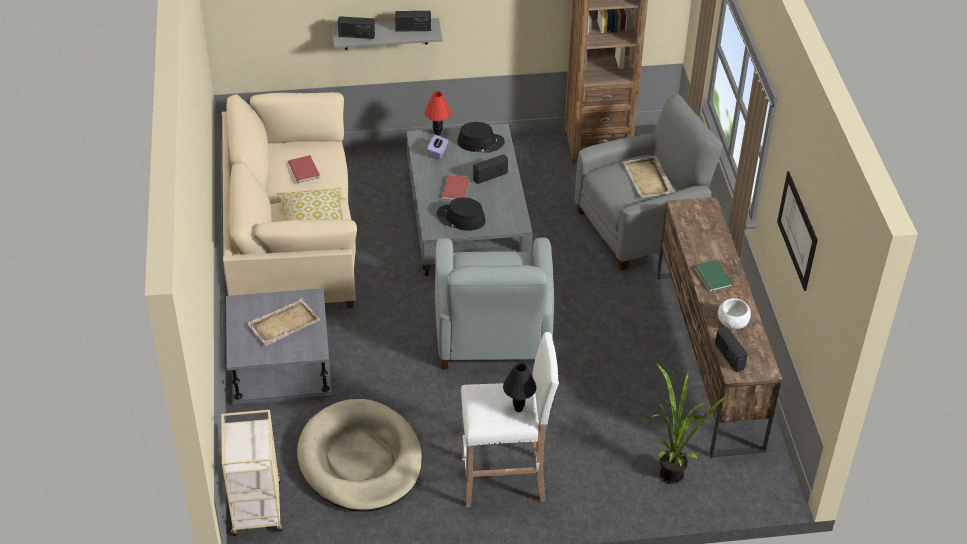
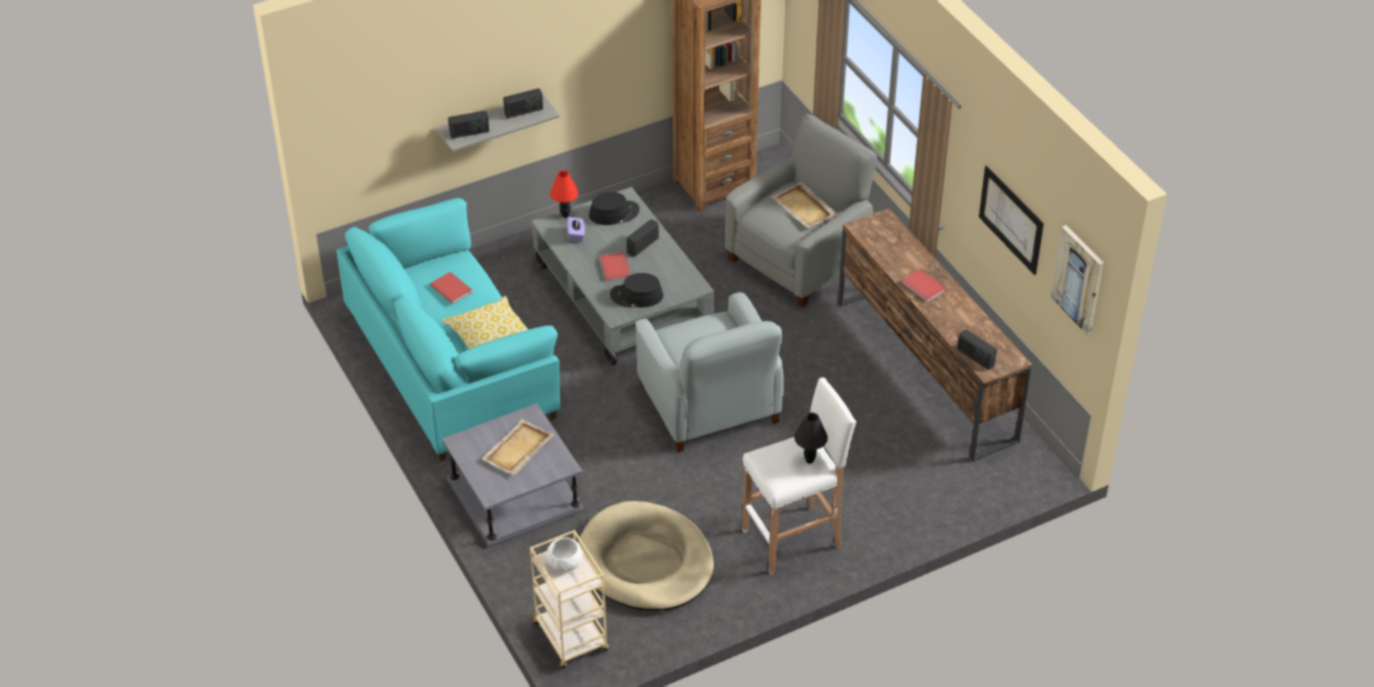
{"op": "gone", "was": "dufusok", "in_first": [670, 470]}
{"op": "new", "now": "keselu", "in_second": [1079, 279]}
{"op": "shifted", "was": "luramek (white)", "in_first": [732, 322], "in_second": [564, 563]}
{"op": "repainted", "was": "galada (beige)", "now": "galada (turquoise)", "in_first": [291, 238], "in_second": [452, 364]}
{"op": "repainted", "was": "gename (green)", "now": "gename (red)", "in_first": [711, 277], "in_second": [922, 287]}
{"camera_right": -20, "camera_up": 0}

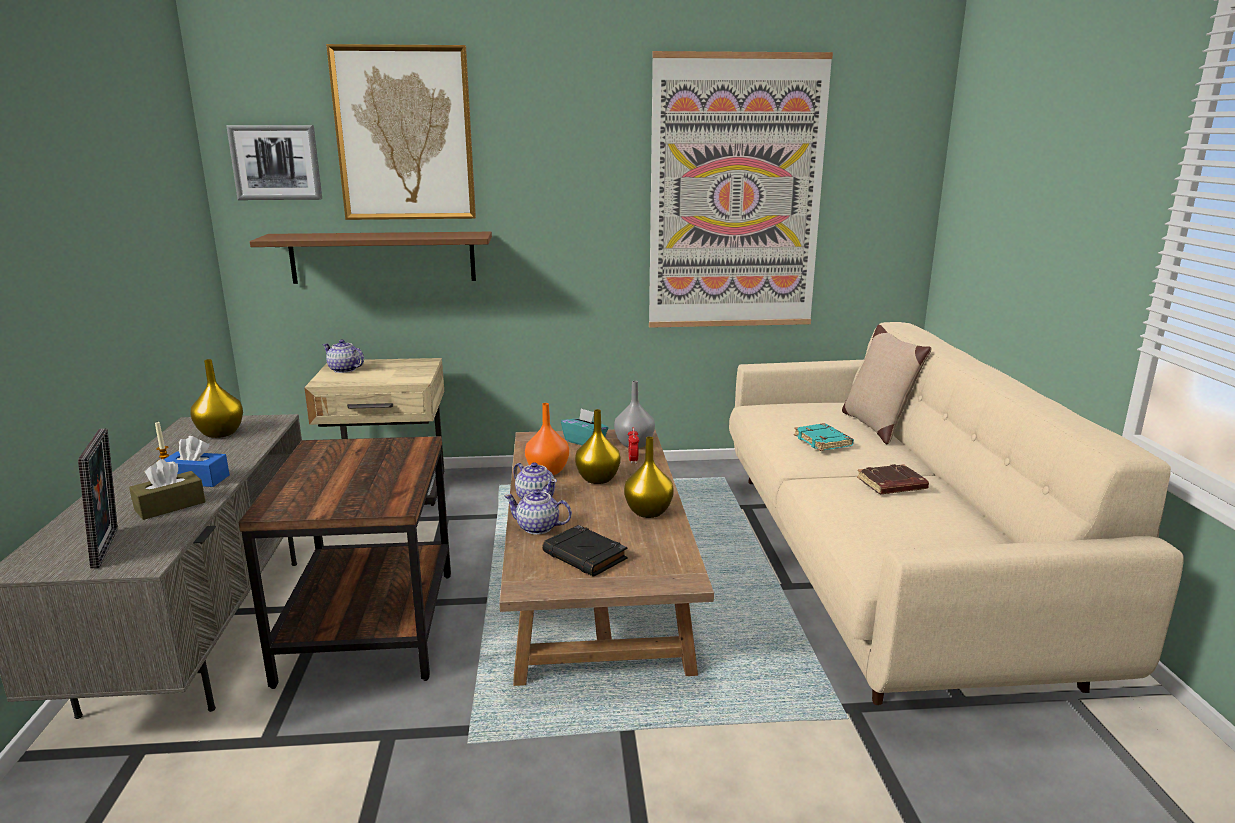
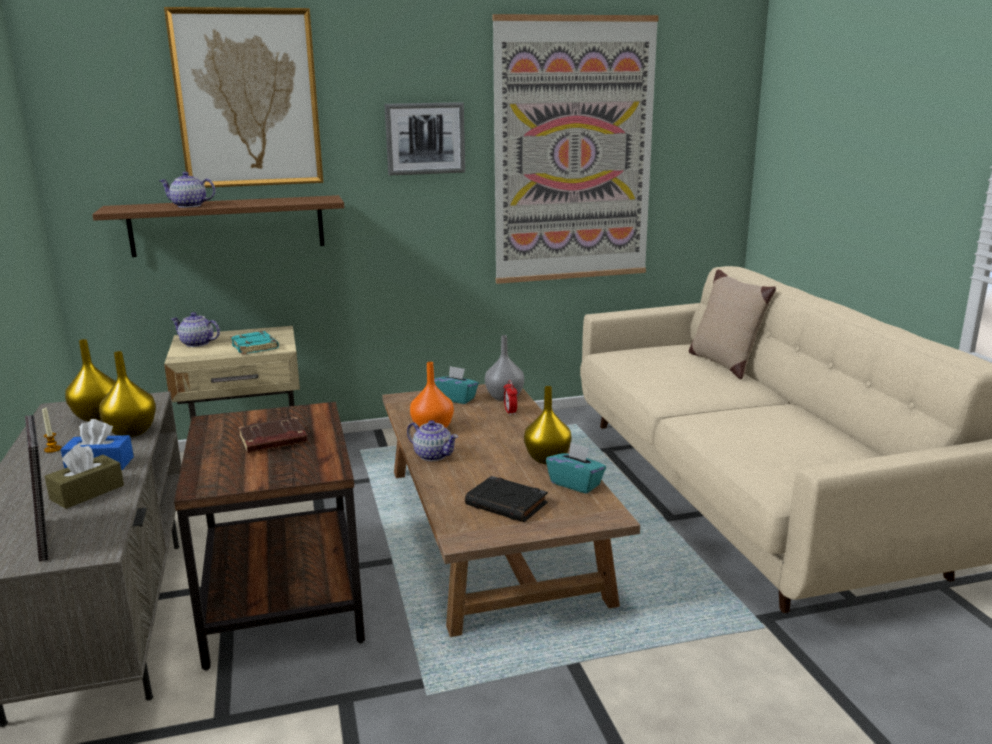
{"op": "new", "now": "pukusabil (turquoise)", "in_second": [575, 484]}
{"op": "shifted", "was": "keselu", "in_first": [276, 162], "in_second": [425, 138]}
{"op": "shifted", "was": "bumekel", "in_first": [538, 528], "in_second": [189, 206]}
{"op": "shifted", "was": "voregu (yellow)", "in_first": [597, 479], "in_second": [130, 432]}
{"op": "shifted", "was": "gename (turquoise)", "in_first": [823, 441], "in_second": [255, 347]}
{"op": "shifted", "was": "gename (brown)", "in_first": [891, 485], "in_second": [273, 441]}
{"camera_right": -10, "camera_up": 0}

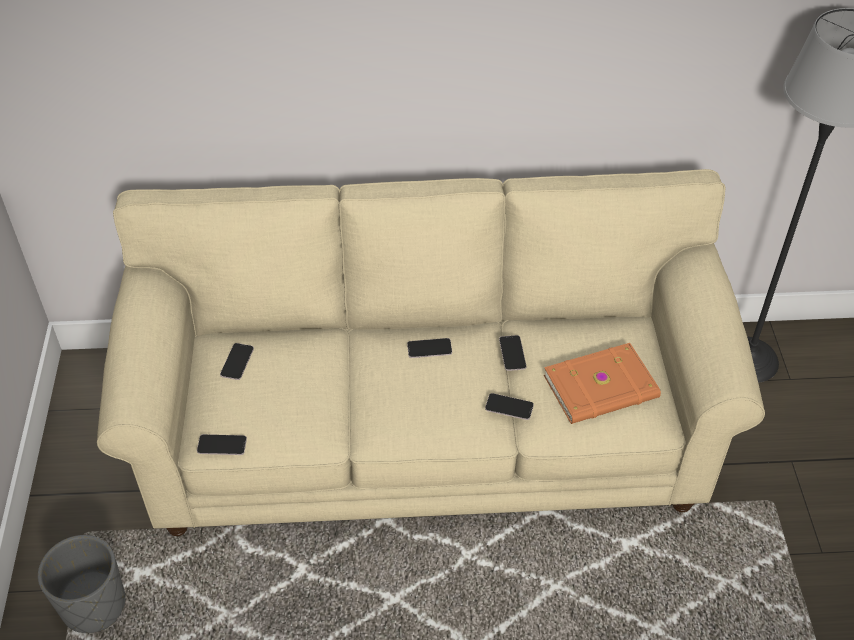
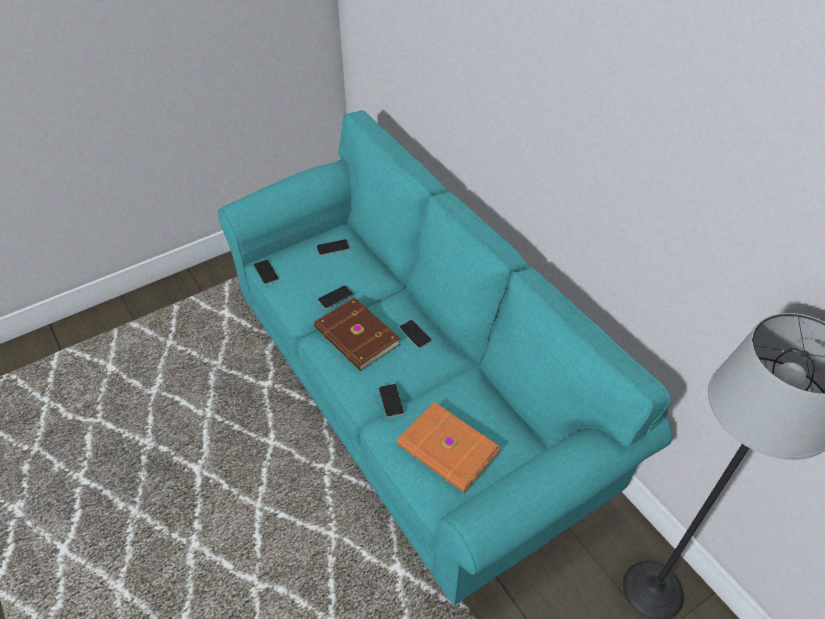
{"op": "gone", "was": "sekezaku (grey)", "in_first": [93, 605]}
{"op": "new", "now": "gename (brown)", "in_second": [356, 337]}
{"op": "shifted", "was": "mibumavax", "in_first": [512, 353], "in_second": [335, 297]}
{"op": "repainted", "was": "galada (beige)", "now": "galada (turquoise)", "in_first": [427, 433], "in_second": [413, 398]}
{"camera_right": 60, "camera_up": 0}

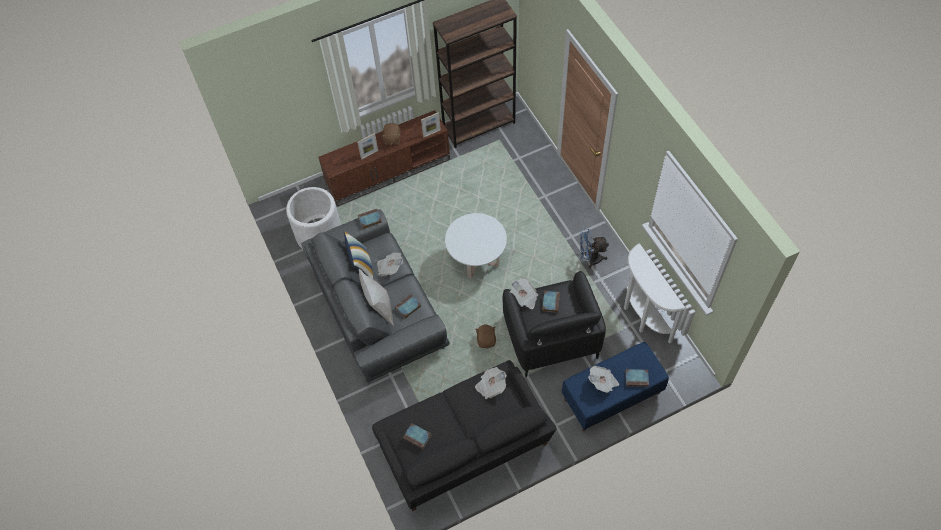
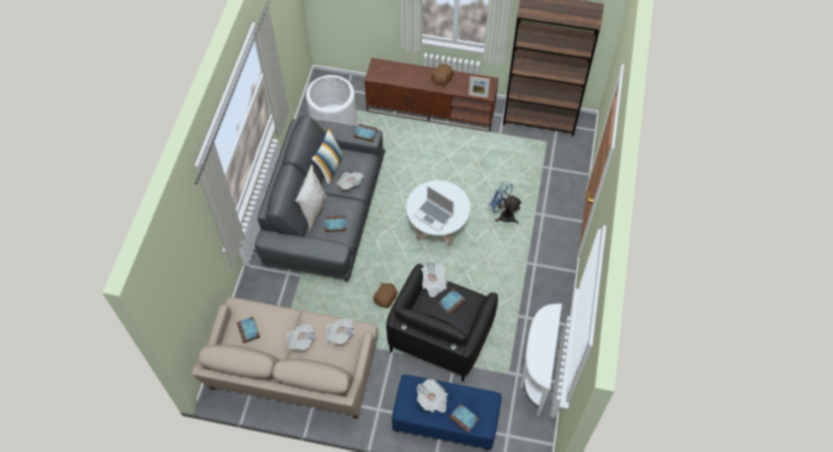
{"op": "gone", "was": "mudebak", "in_first": [369, 154]}
{"op": "new", "now": "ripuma", "in_second": [301, 340]}
{"op": "new", "now": "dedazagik", "in_second": [434, 215]}
{"op": "shifted", "was": "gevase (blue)", "in_first": [590, 259], "in_second": [503, 214]}
{"op": "repainted", "was": "galada (black)", "now": "galada (beige)", "in_first": [464, 446], "in_second": [293, 370]}
{"camera_right": 35, "camera_up": 0}

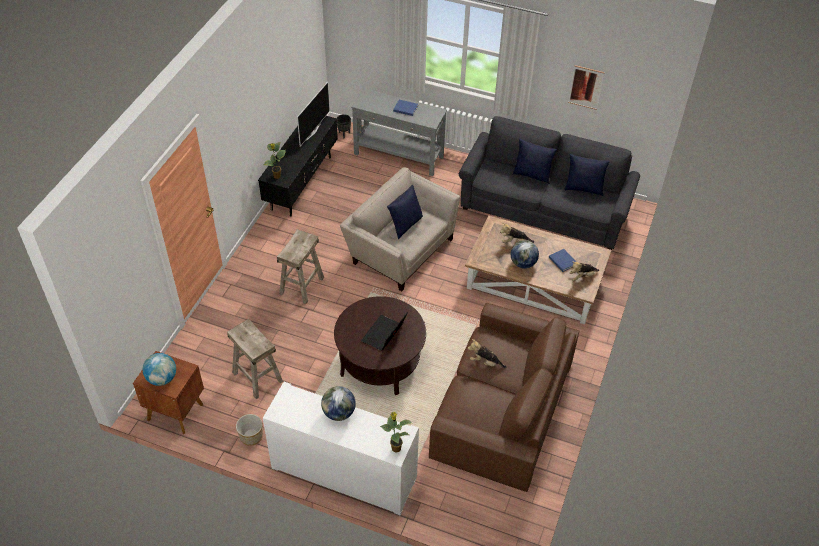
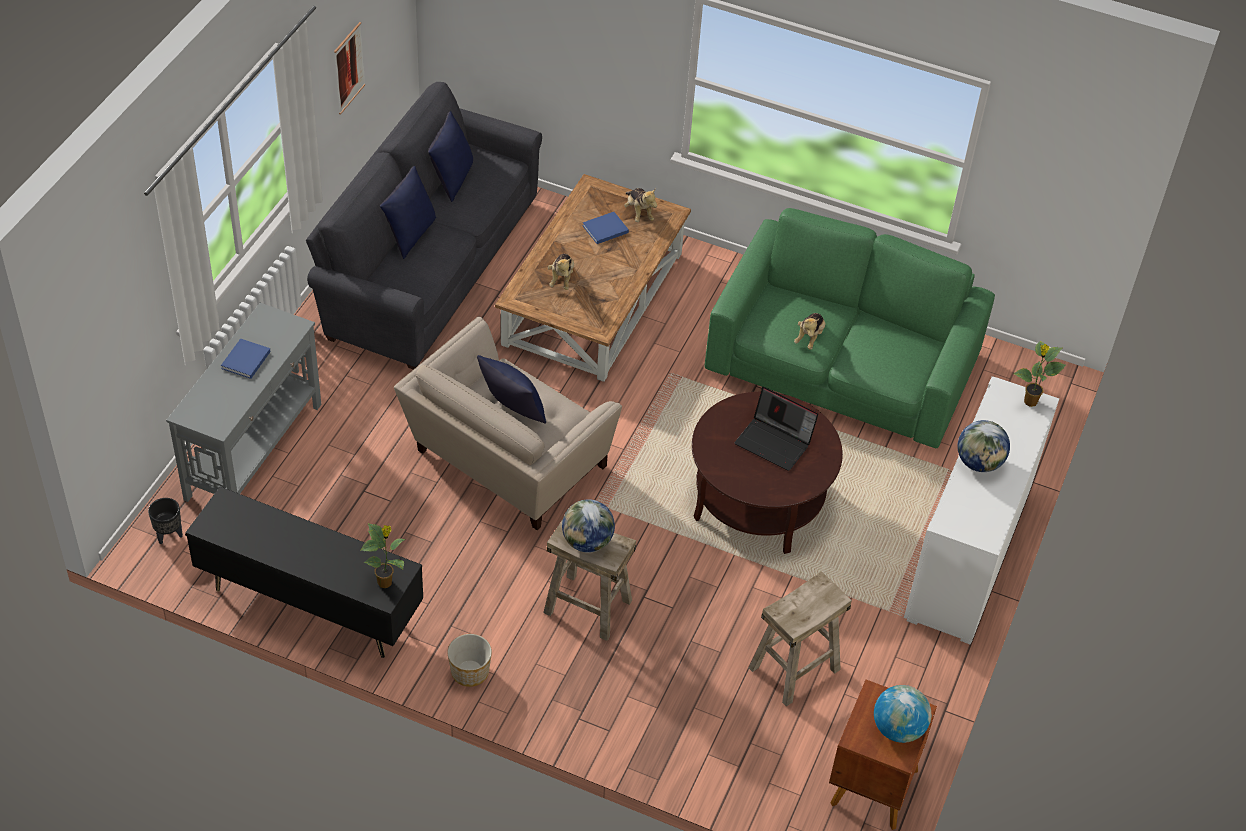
{"op": "gone", "was": "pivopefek", "in_first": [313, 131]}
{"op": "shifted", "was": "sekezaku", "in_first": [251, 436], "in_second": [470, 672]}
{"op": "shifted", "was": "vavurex", "in_first": [523, 263], "in_second": [587, 542]}
{"op": "repainted", "was": "galada (brown)", "now": "galada (green)", "in_first": [501, 409], "in_second": [842, 364]}
{"camera_right": -90, "camera_up": 0}

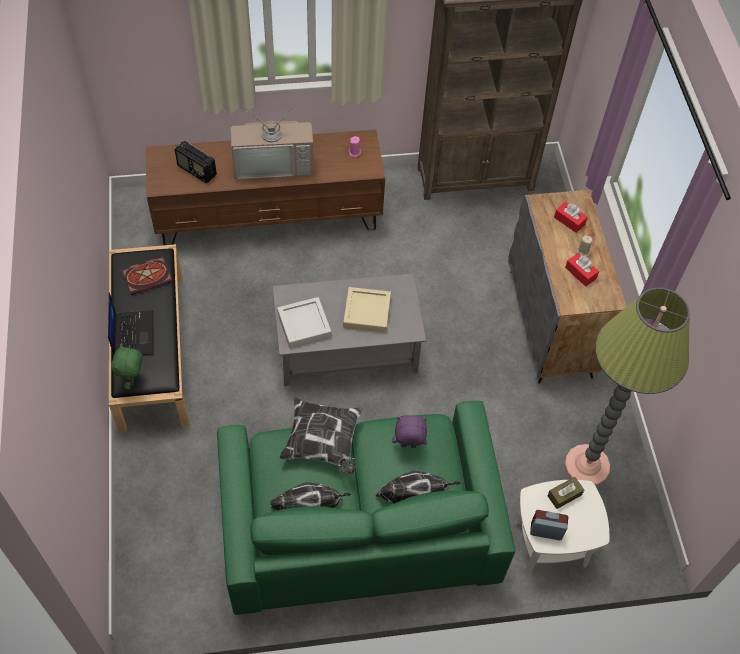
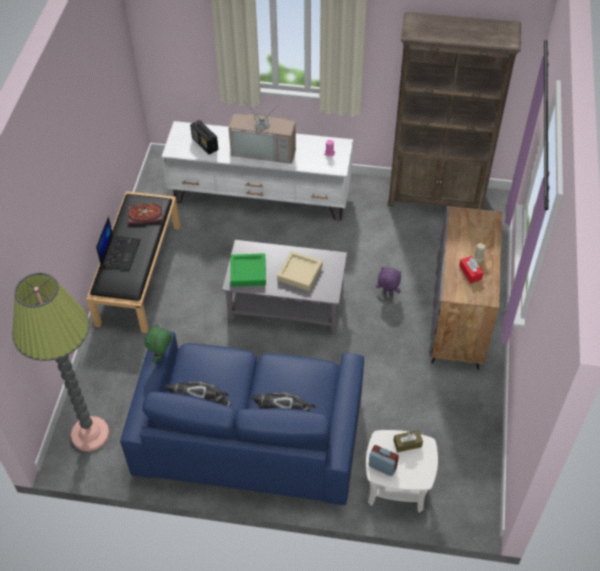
{"op": "gone", "was": "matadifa", "in_first": [323, 443]}
{"op": "gone", "was": "pukusabil (red)", "in_first": [569, 221]}
{"op": "shifted", "was": "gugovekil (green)", "in_first": [133, 380], "in_second": [161, 356]}
{"op": "shifted", "was": "gugovekil (purple)", "in_first": [408, 446], "in_second": [387, 294]}
{"op": "shifted", "was": "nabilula", "in_first": [586, 466], "in_second": [90, 434]}
{"op": "repainted", "was": "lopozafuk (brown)", "now": "lopozafuk (white)", "in_first": [269, 217], "in_second": [261, 195]}
{"op": "repainted", "was": "galada (green)", "now": "galada (blue)", "in_first": [358, 522], "in_second": [249, 433]}
{"op": "repainted", "was": "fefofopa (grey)", "now": "fefofopa (green)", "in_first": [304, 325], "in_second": [248, 272]}
{"camera_right": 20, "camera_up": -5}

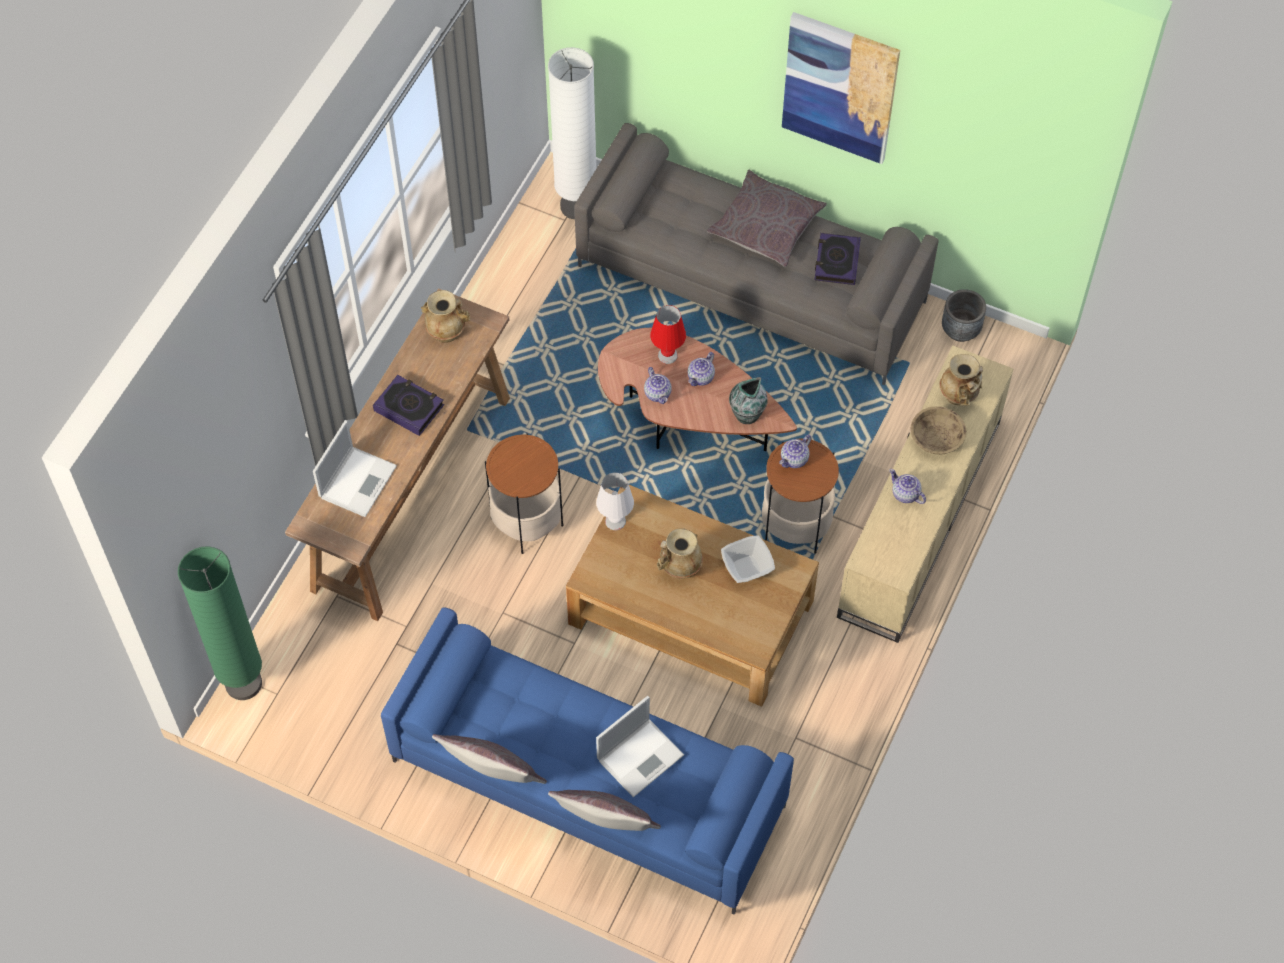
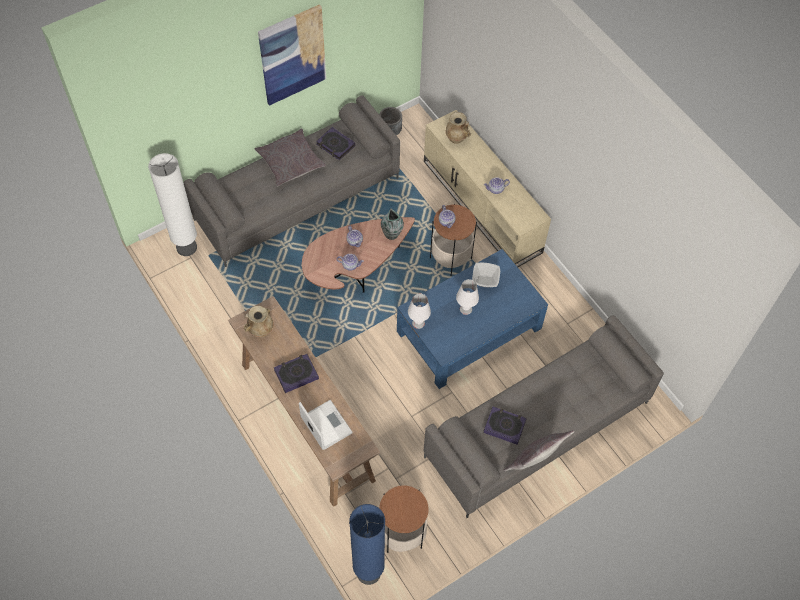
{"op": "gone", "was": "matadifa (grey)", "in_first": [606, 828]}
{"op": "gone", "was": "dedazagik", "in_first": [641, 756]}
{"op": "gone", "was": "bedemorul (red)", "in_first": [667, 355]}
{"op": "gone", "was": "luramek (beige)", "in_first": [936, 439]}
{"op": "new", "now": "gename", "in_second": [504, 426]}
{"op": "shifted", "was": "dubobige", "in_first": [526, 522], "in_second": [402, 534]}
{"op": "swapped", "was": "voregu (beige)", "now": "bedemorul (white)", "in_first": [680, 568], "in_second": [465, 309]}
{"op": "repainted", "was": "nabilula (green)", "now": "nabilula (blue)", "in_first": [243, 683], "in_second": [368, 572]}
{"op": "repainted", "was": "galada (blue)", "now": "galada (grey)", "in_first": [586, 784], "in_second": [537, 430]}
{"op": "repainted", "was": "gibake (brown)", "now": "gibake (blue)", "in_first": [690, 612], "in_second": [468, 330]}
{"camera_right": -60, "camera_up": 0}

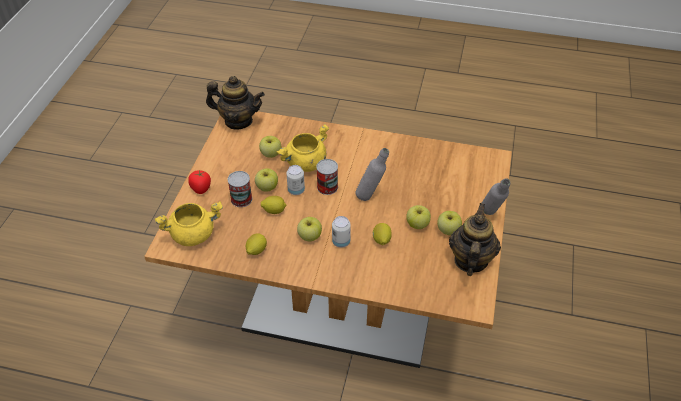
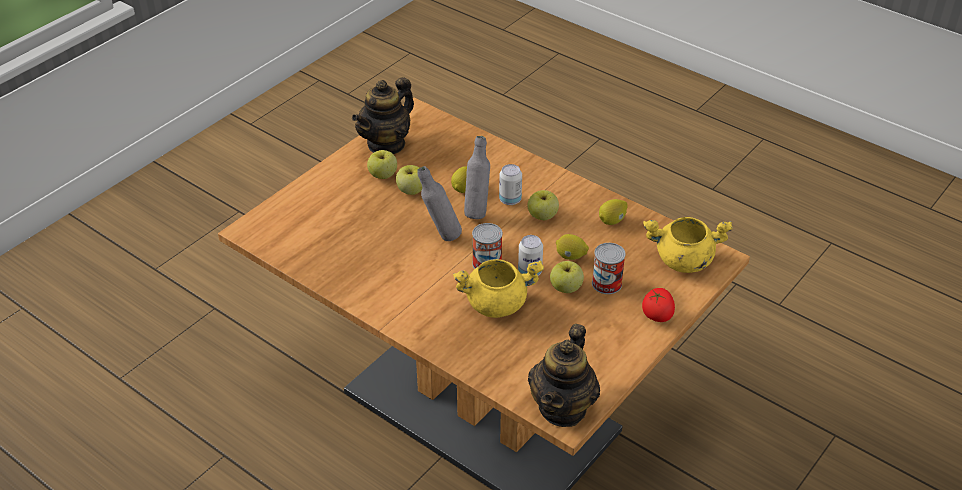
{"op": "gone", "was": "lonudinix", "in_first": [271, 154]}
{"op": "shifted", "was": "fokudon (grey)", "in_first": [491, 216], "in_second": [477, 211]}
{"op": "rotated", "was": "bumekel", "in_first": [238, 121], "in_second": [563, 408], "clockwise": -105}
{"camera_right": -155, "camera_up": -5}

